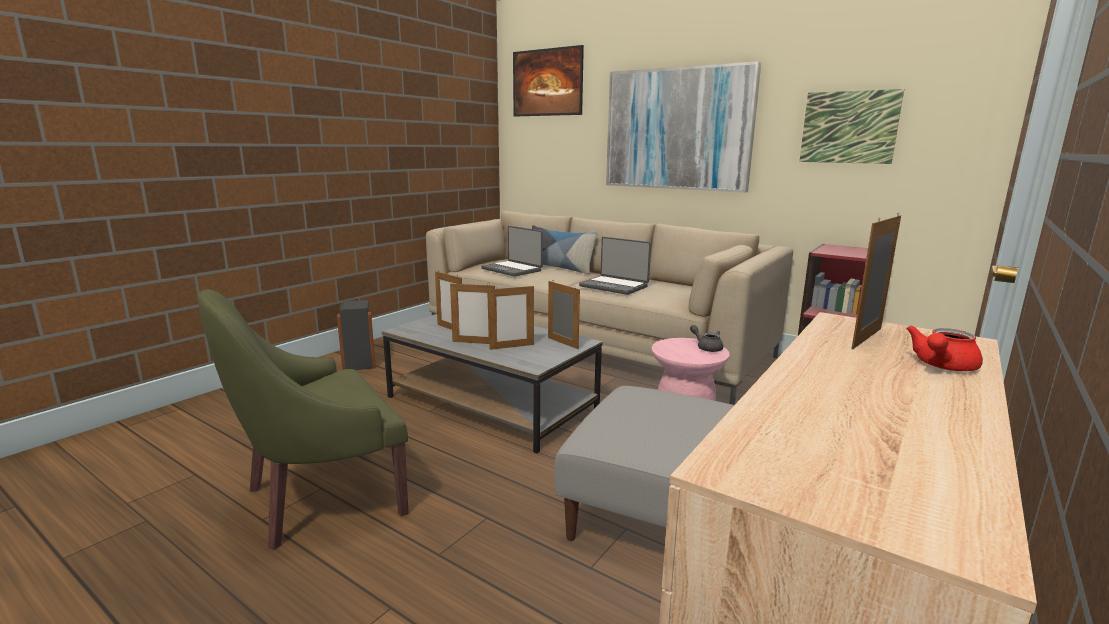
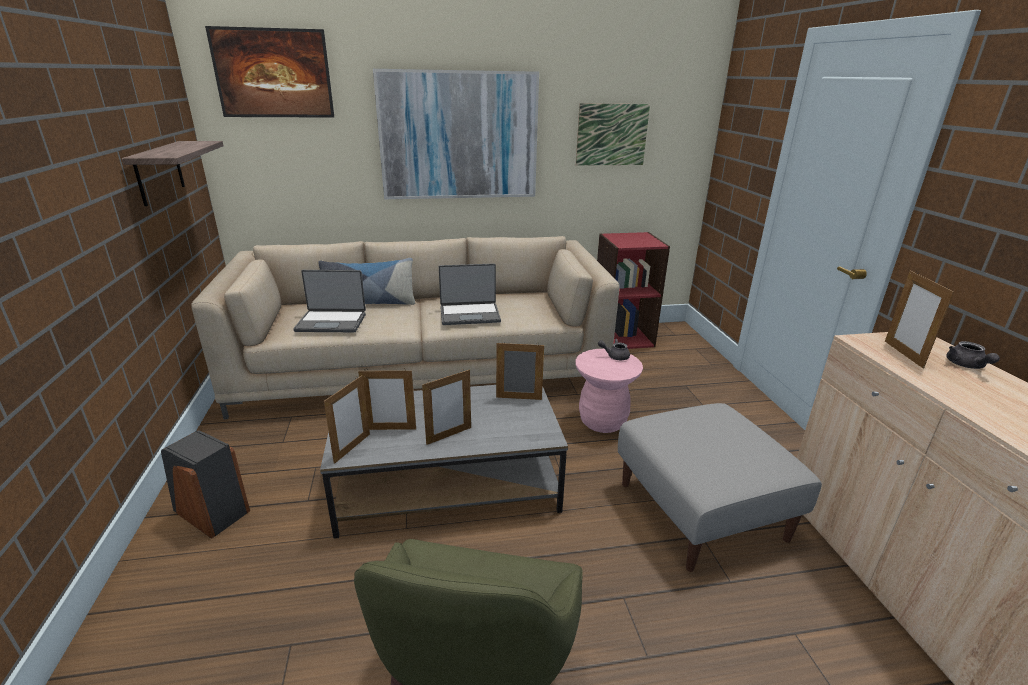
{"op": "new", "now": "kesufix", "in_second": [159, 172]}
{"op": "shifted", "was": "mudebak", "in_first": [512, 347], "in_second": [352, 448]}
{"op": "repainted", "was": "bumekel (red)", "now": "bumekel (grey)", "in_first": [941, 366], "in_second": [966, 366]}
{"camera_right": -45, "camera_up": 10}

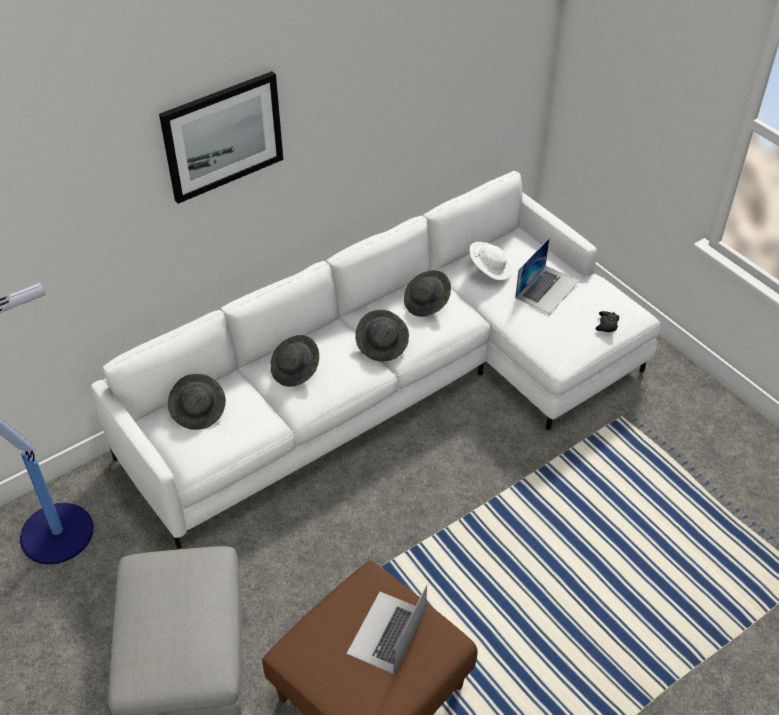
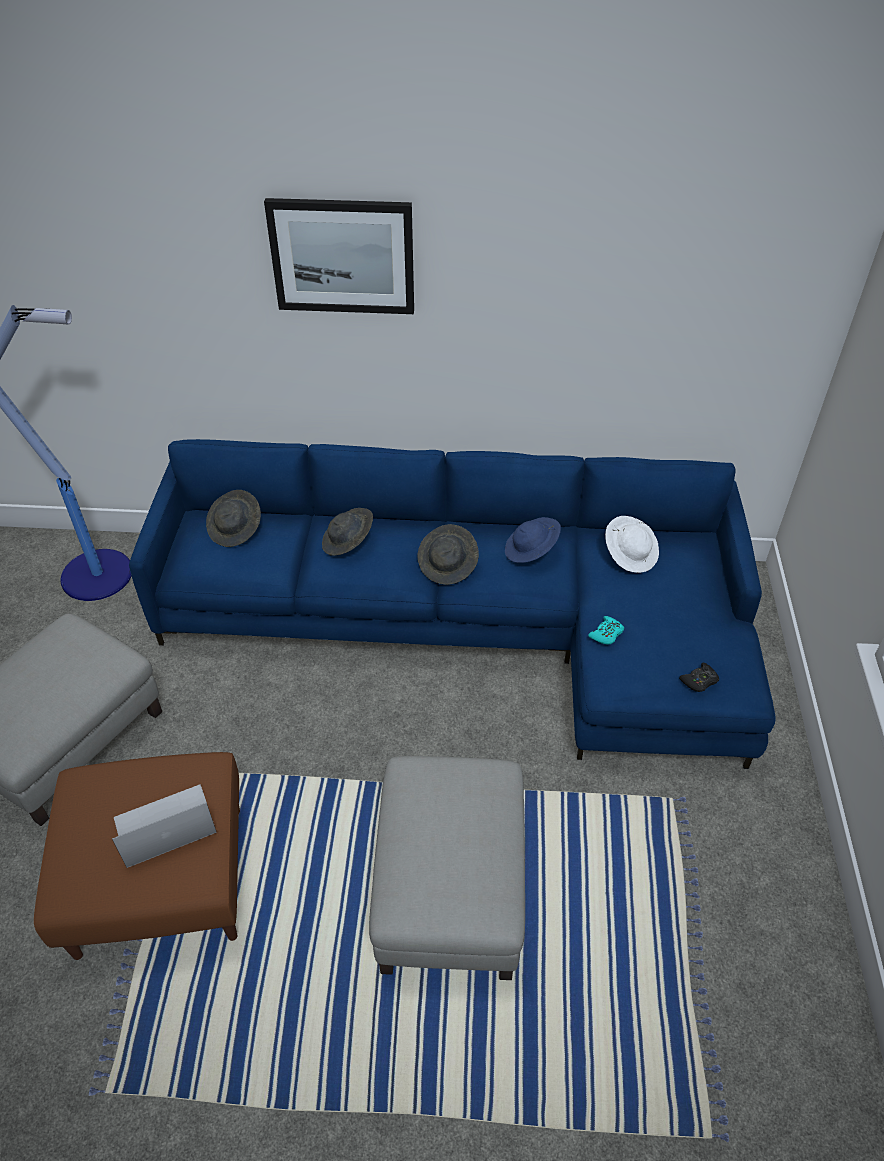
{"op": "gone", "was": "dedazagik", "in_first": [547, 289]}
{"op": "new", "now": "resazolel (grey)", "in_second": [451, 888]}
{"op": "new", "now": "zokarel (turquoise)", "in_second": [606, 634]}
{"op": "repainted", "was": "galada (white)", "now": "galada (blue)", "in_first": [396, 385], "in_second": [476, 624]}
{"op": "repainted", "was": "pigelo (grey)", "now": "pigelo (blue)", "in_first": [427, 303], "in_second": [531, 551]}
{"camera_right": 40, "camera_up": 0}

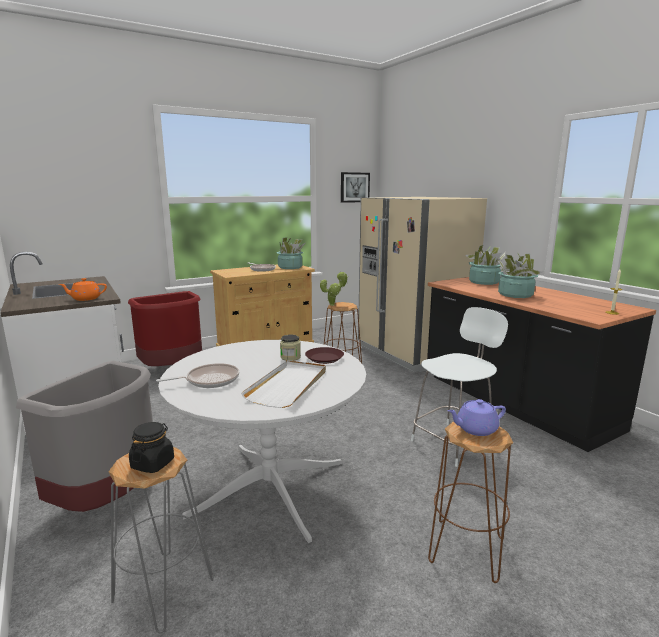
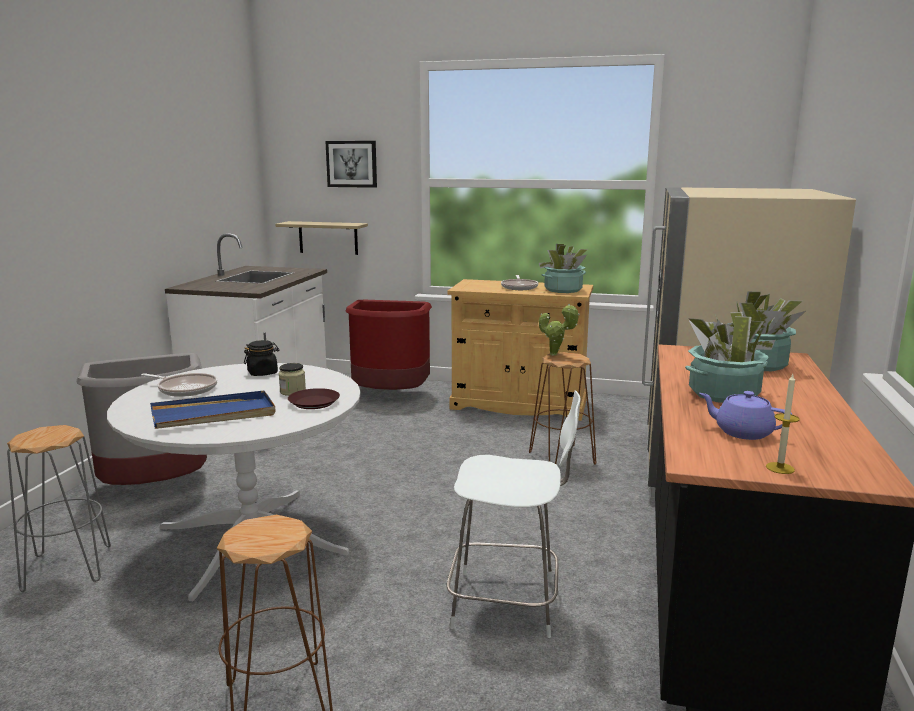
{"op": "gone", "was": "bumekel (orange)", "in_first": [85, 299]}
{"op": "new", "now": "kesufix", "in_second": [328, 238]}
{"op": "shifted", "was": "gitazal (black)", "in_first": [153, 463], "in_second": [263, 373]}
{"op": "shifted", "was": "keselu", "in_first": [354, 187], "in_second": [352, 164]}
{"op": "shifted", "was": "bumekel (purple)", "in_first": [475, 429], "in_second": [742, 432]}
{"op": "repainted", "was": "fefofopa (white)", "now": "fefofopa (blue)", "in_first": [288, 385], "in_second": [214, 414]}
{"camera_right": 45, "camera_up": 0}

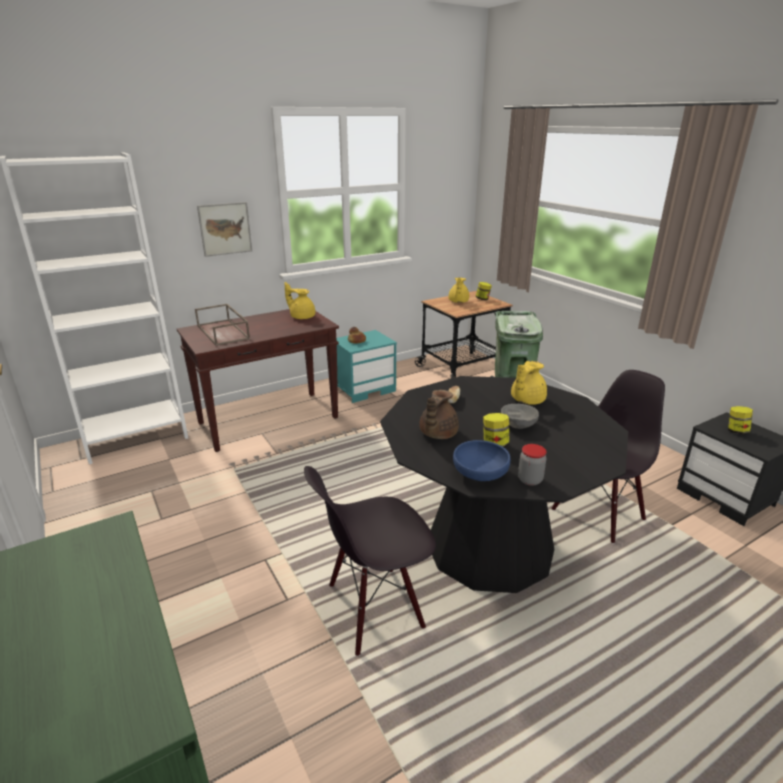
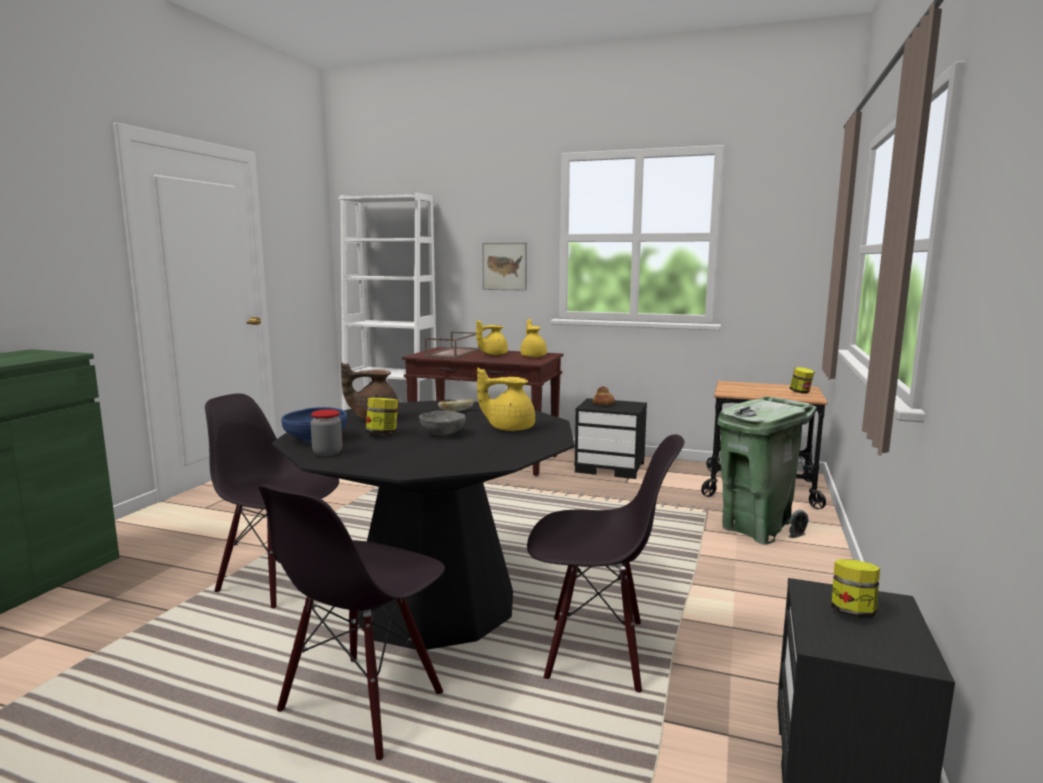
{"op": "new", "now": "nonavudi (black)", "in_second": [362, 704]}
{"op": "shifted", "was": "bumekel (yellow)", "in_first": [458, 301], "in_second": [492, 354]}
{"op": "repainted", "was": "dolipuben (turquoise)", "now": "dolipuben (black)", "in_first": [365, 388], "in_second": [611, 468]}
{"camera_right": 50, "camera_up": -15}

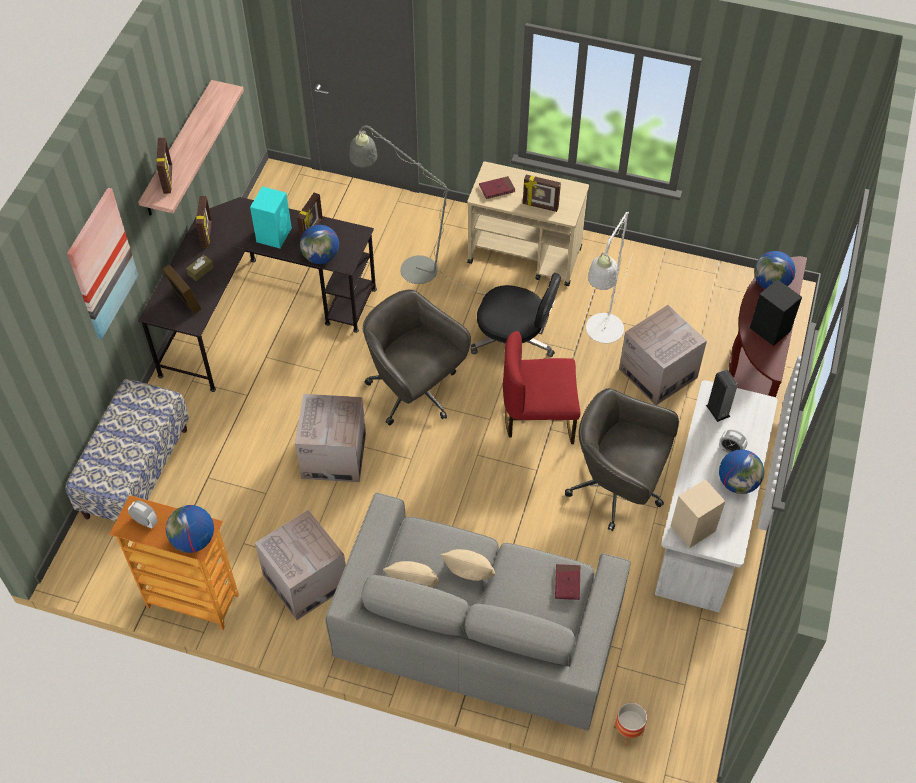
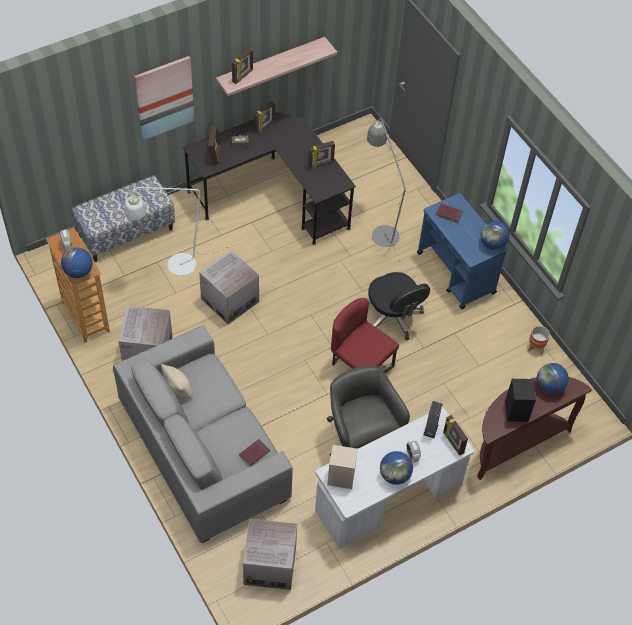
{"op": "gone", "was": "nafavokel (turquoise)", "in_first": [274, 234]}
{"op": "gone", "was": "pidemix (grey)", "in_first": [414, 392]}
{"op": "gone", "was": "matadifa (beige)", "in_first": [468, 574]}
{"op": "shifted", "was": "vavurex", "in_first": [321, 257], "in_second": [492, 244]}
{"op": "shifted", "was": "mudebak", "in_first": [540, 206], "in_second": [452, 443]}
{"op": "shifted", "was": "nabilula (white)", "in_first": [602, 336], "in_second": [174, 267]}
{"op": "shifted", "was": "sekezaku", "in_first": [628, 731], "in_second": [535, 347]}
{"op": "shifted", "was": "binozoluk", "in_first": [658, 373], "in_second": [270, 565]}
{"op": "repainted", "was": "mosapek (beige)", "now": "mosapek (blue)", "in_first": [525, 256], "in_second": [456, 273]}
{"camera_right": 40, "camera_up": 0}

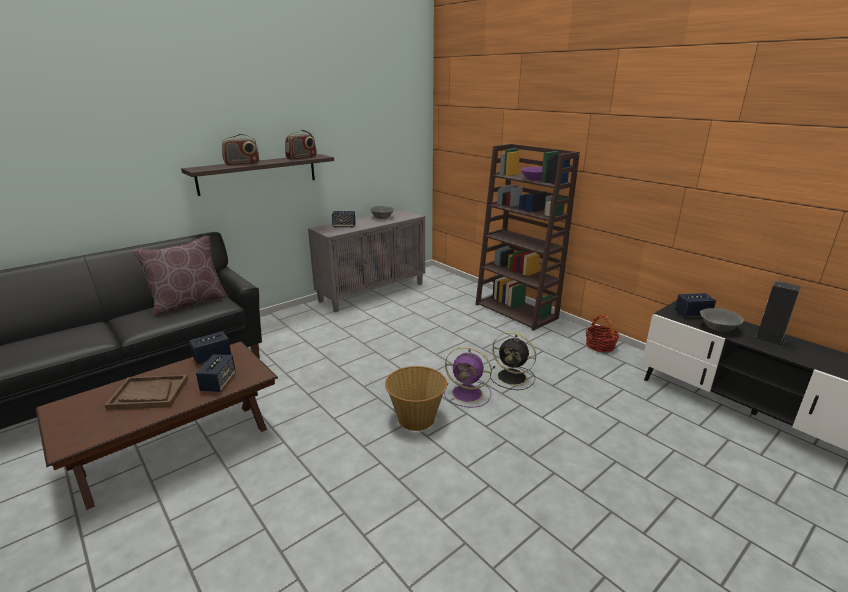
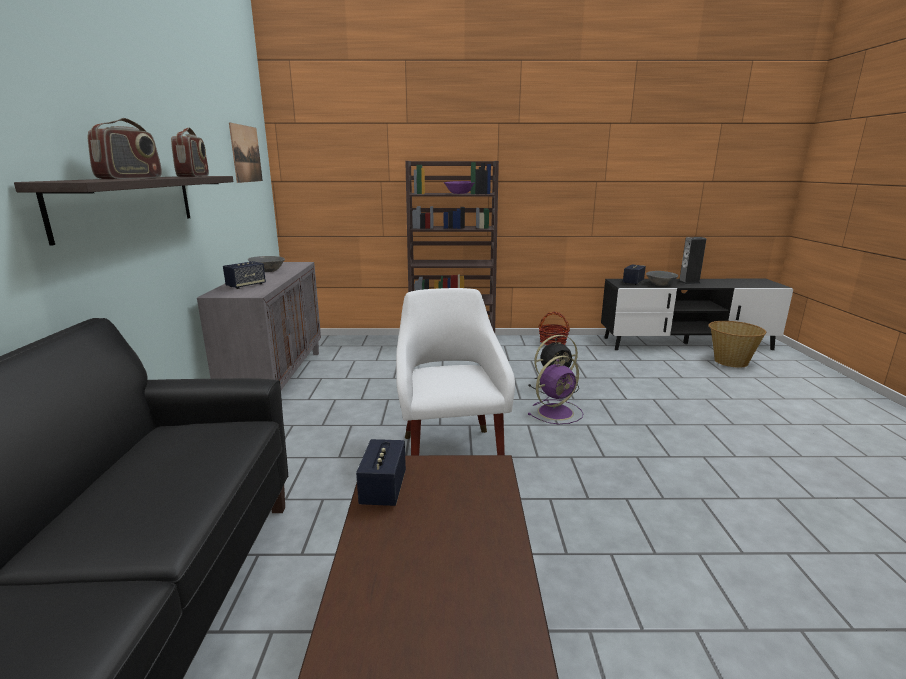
{"op": "gone", "was": "fefofopa (brown)", "in_first": [149, 394]}
{"op": "gone", "was": "matadifa (brown)", "in_first": [189, 303]}
{"op": "gone", "was": "nafavokel", "in_first": [218, 383]}
{"op": "new", "now": "keselu", "in_second": [246, 154]}
{"op": "new", "now": "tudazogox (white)", "in_second": [451, 449]}
{"op": "shifted", "was": "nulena", "in_first": [416, 418], "in_second": [730, 361]}
{"camera_right": -50, "camera_up": -5}

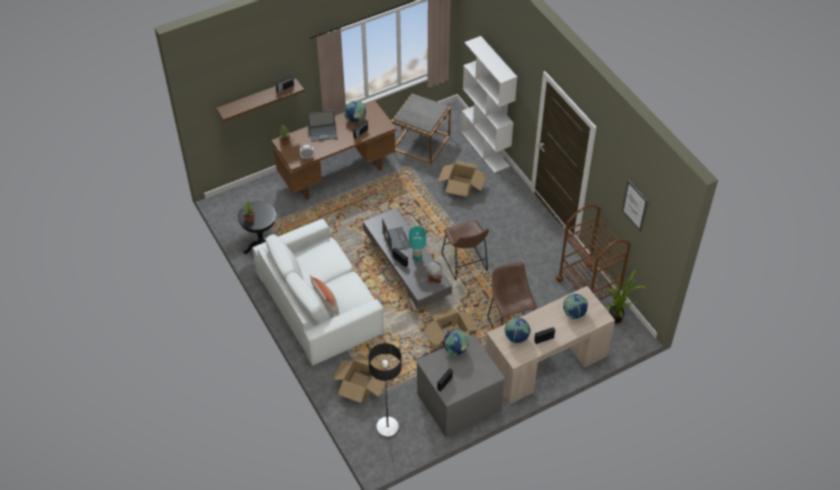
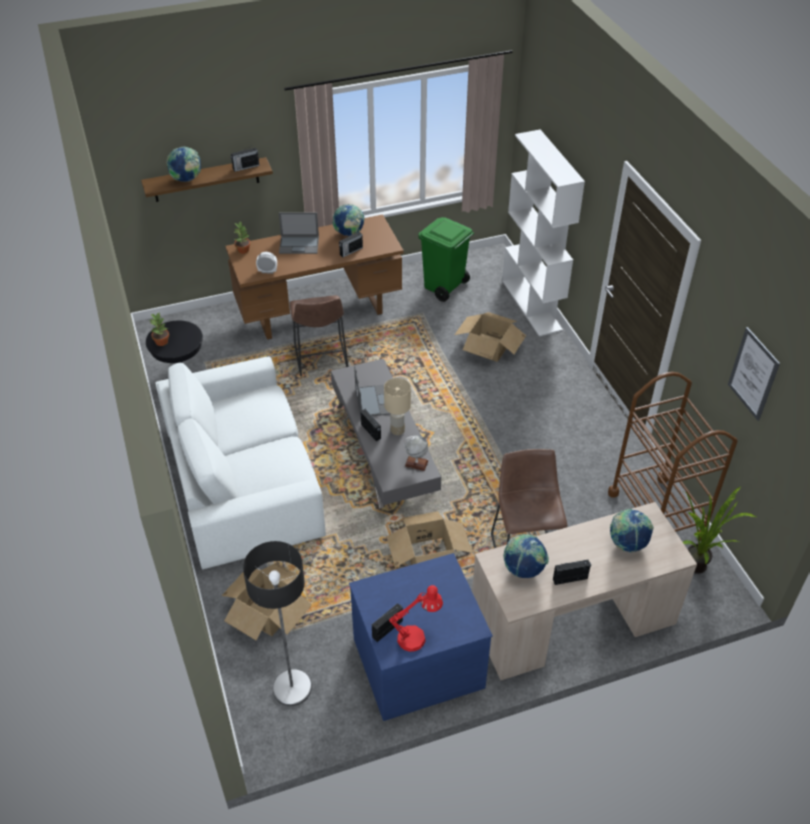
{"op": "gone", "was": "matadifa", "in_first": [326, 305]}
{"op": "new", "now": "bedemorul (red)", "in_second": [417, 637]}
{"op": "shifted", "was": "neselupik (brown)", "in_first": [465, 265], "in_second": [321, 359]}
{"op": "shifted", "was": "vavurex", "in_first": [455, 350], "in_second": [187, 180]}
{"op": "swapped", "was": "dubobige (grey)", "now": "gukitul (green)", "in_first": [421, 142], "in_second": [444, 287]}
{"op": "repainted", "was": "bedemorul (turquoise)", "now": "bedemorul (beige)", "in_first": [417, 257], "in_second": [398, 430]}
{"op": "repainted", "was": "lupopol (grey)", "now": "lupopol (blue)", "in_first": [458, 400], "in_second": [417, 661]}
{"camera_right": 10, "camera_up": -5}

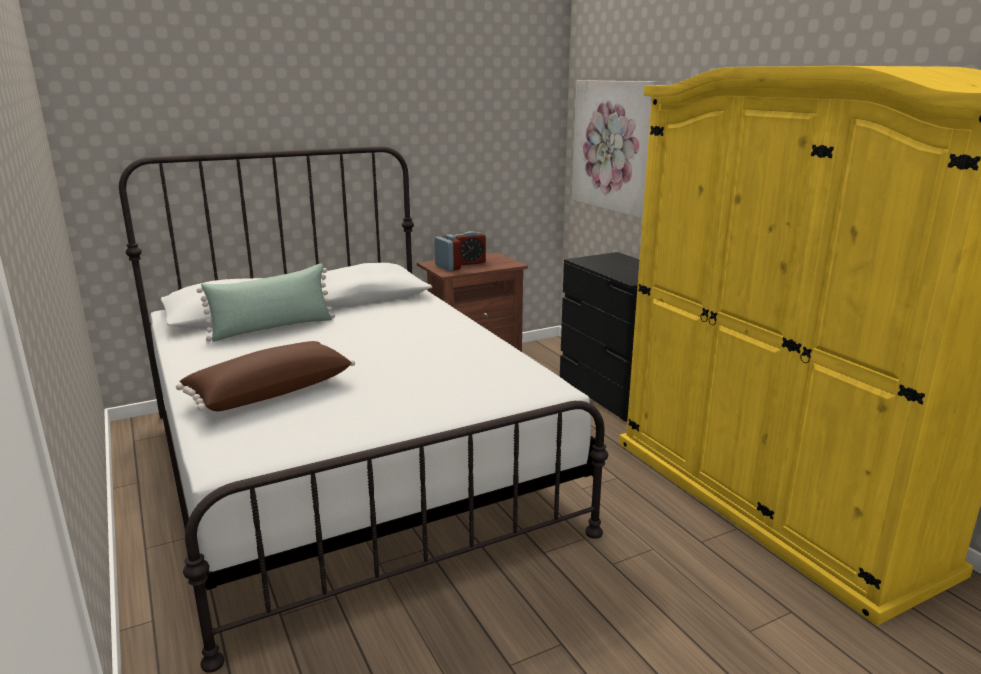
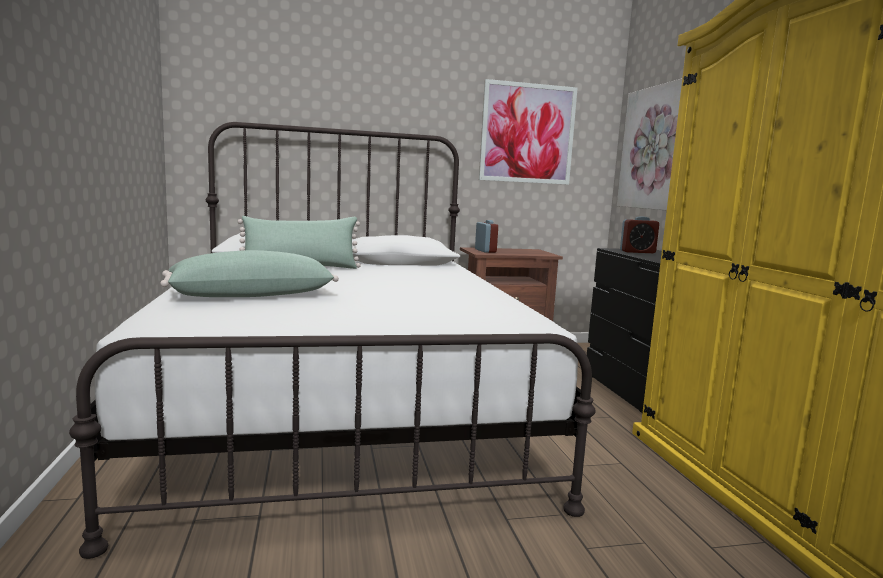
{"op": "new", "now": "keselu", "in_second": [527, 133]}
{"op": "shifted", "was": "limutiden", "in_first": [470, 263], "in_second": [637, 252]}
{"op": "repainted", "was": "matadifa (brown)", "now": "matadifa (green)", "in_first": [270, 392], "in_second": [251, 295]}
{"camera_right": 15, "camera_up": -10}

